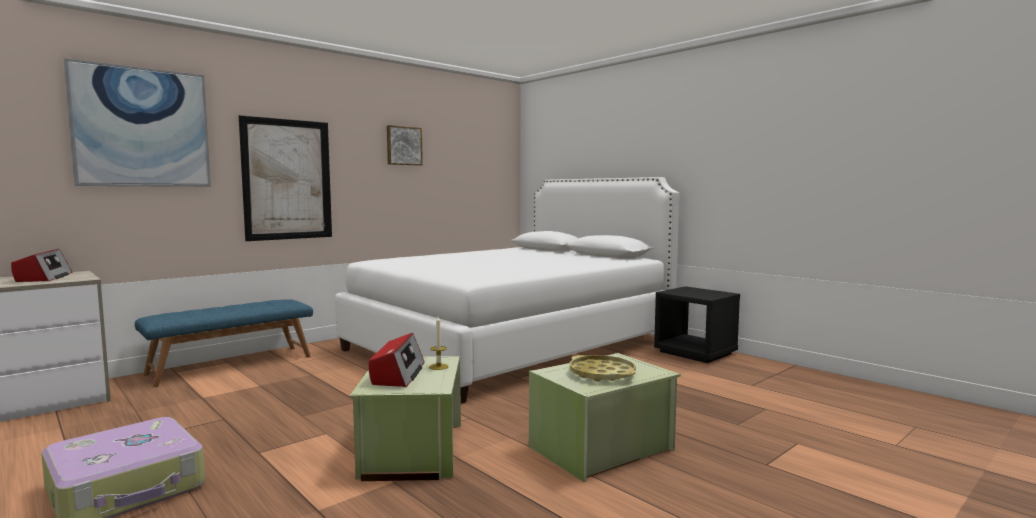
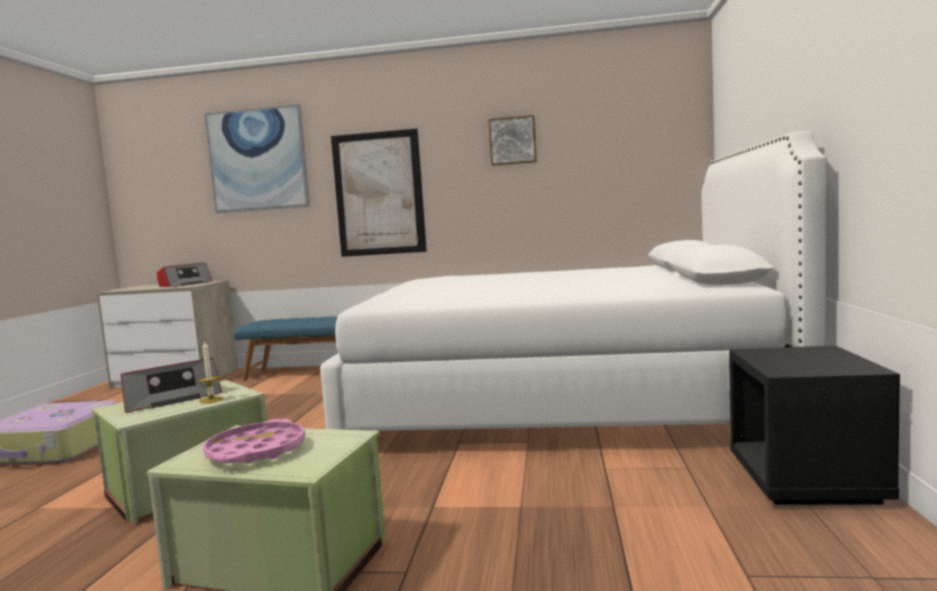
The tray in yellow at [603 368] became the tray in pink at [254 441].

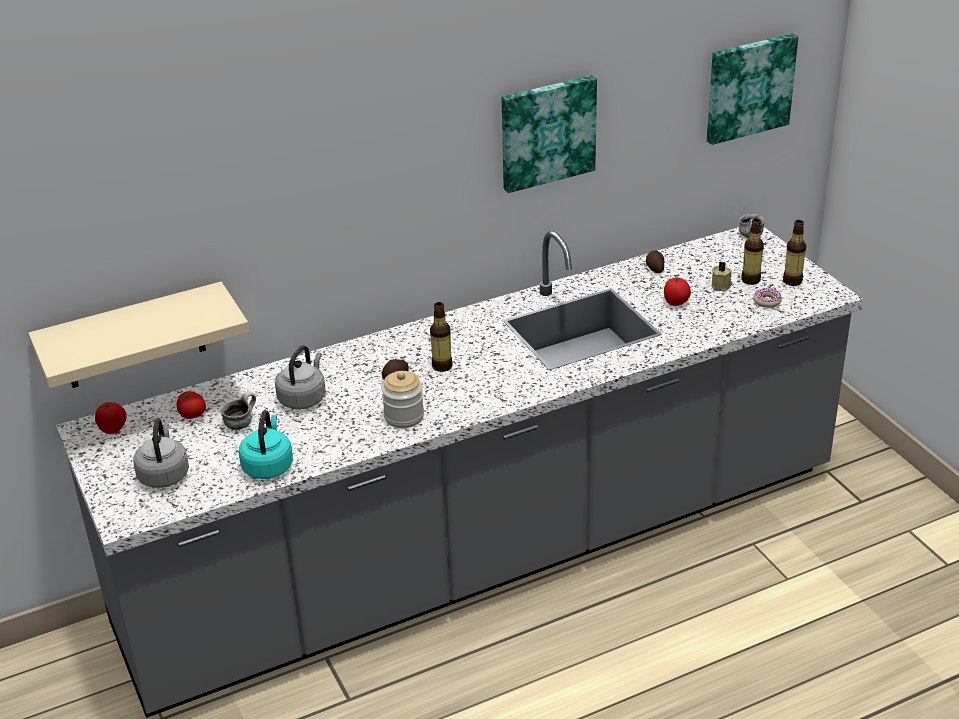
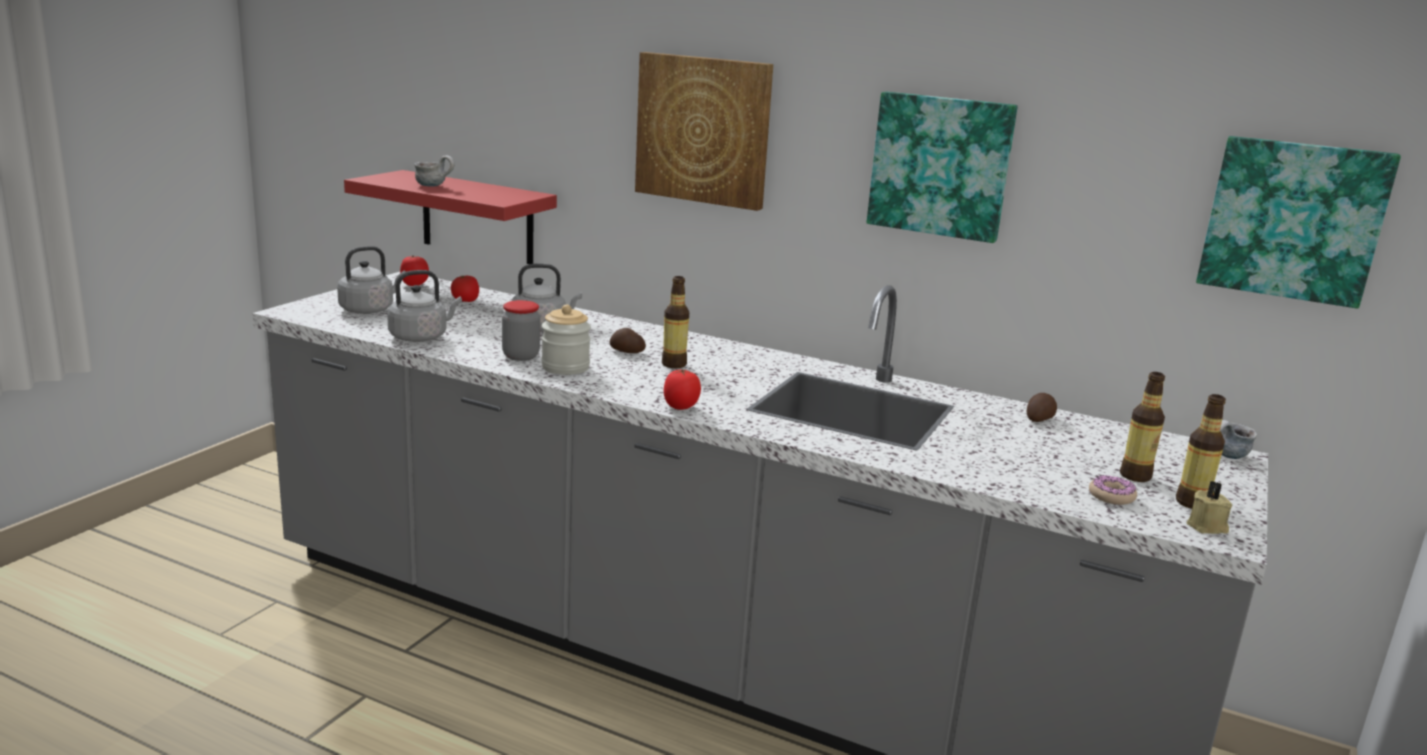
The shelf in beige at [139 335] became the shelf in red at [450 217]. The kettle in turquoise at [266 444] became the kettle in grey at [424 306]. The mug moved from [238 410] to [434 171]. The jar at [521 330] appeared. The picture at [704 131] appeared. The tomato moved from [677 292] to [682 390]. The candle in beige moved from [722 277] to [1209 507].

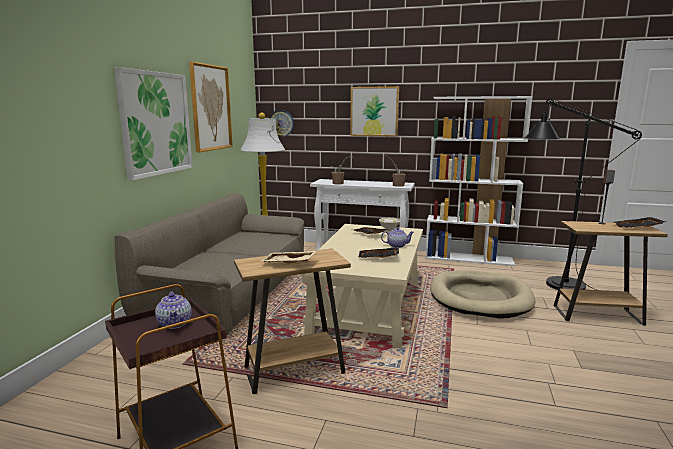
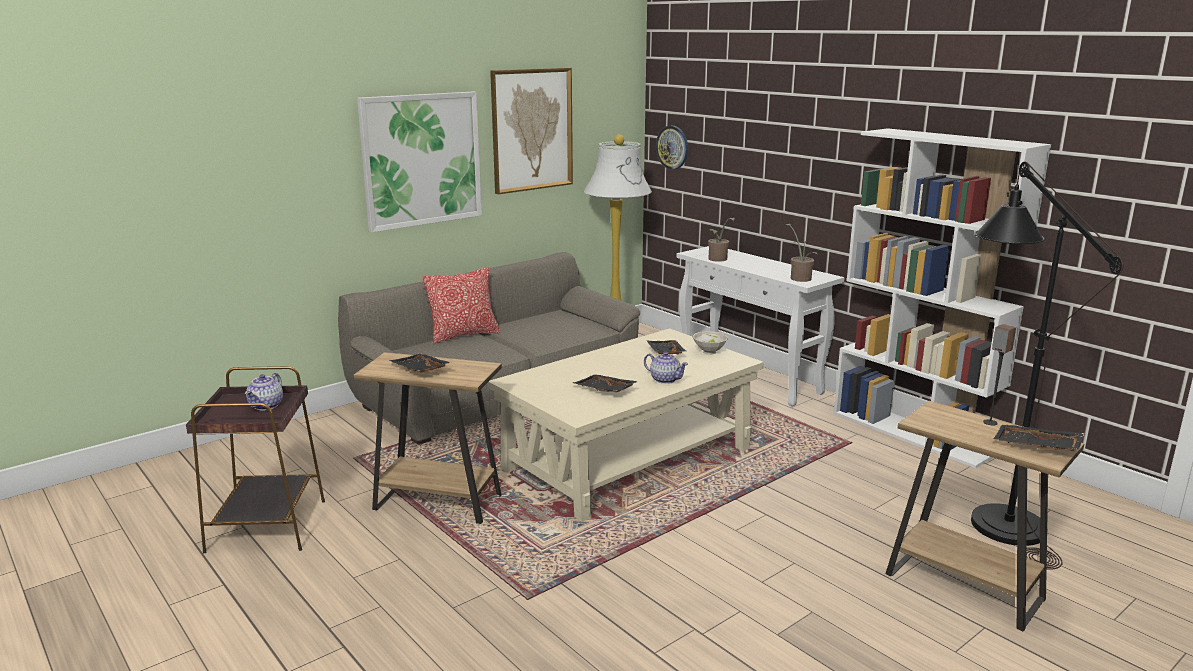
The tray in beige at [289 257] became the tray in black at [420 363]. The pillow at [461 305] appeared. The picture at [374 111] disappeared. The dog bed in beige at [482 295] disappeared.

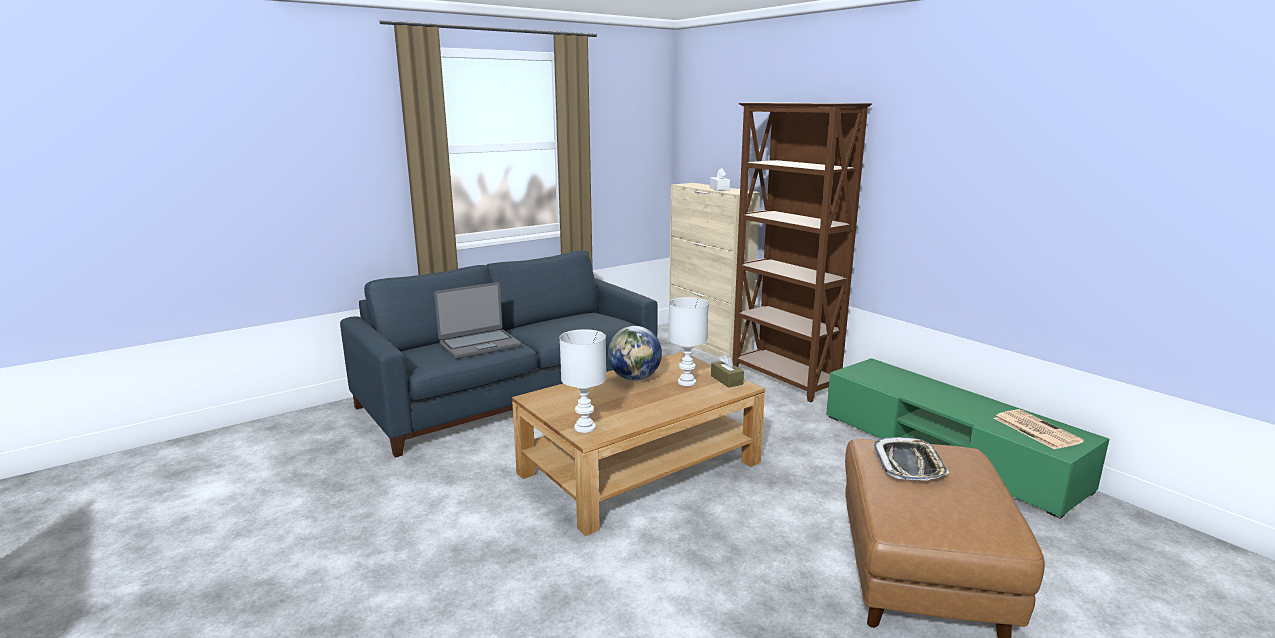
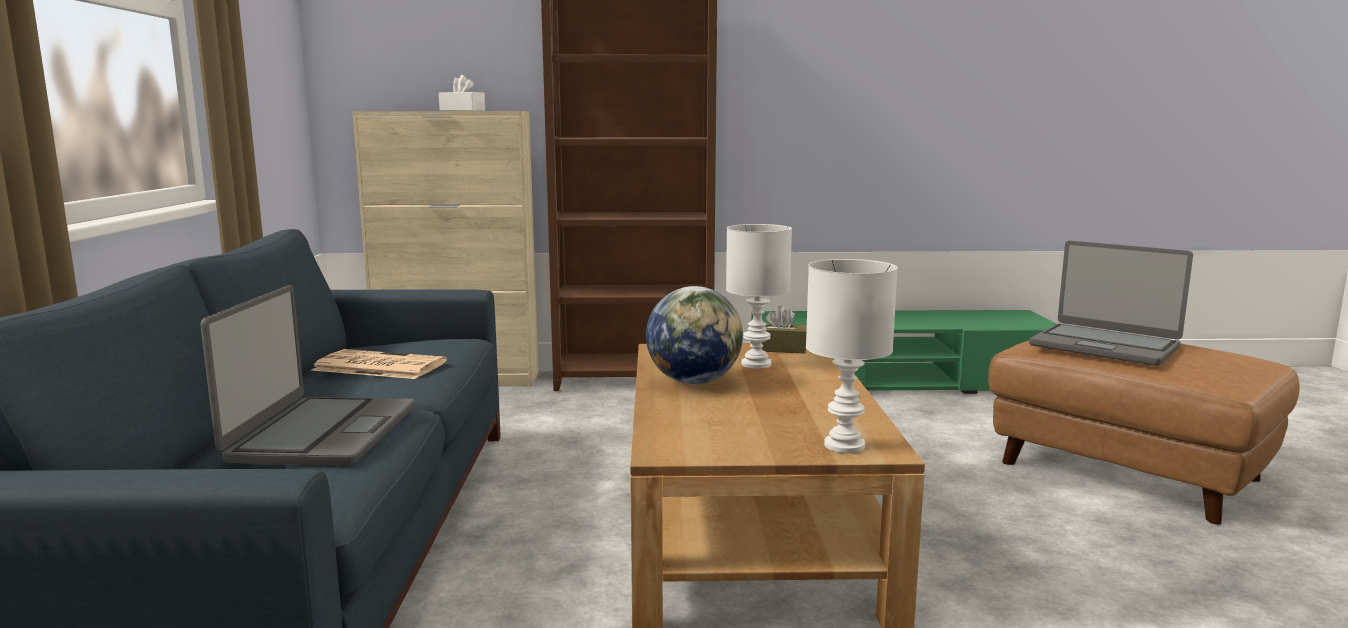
The newspaper moved from [1039 429] to [379 364]. The tray at [912 459] was replaced by the laptop at [1111 303].

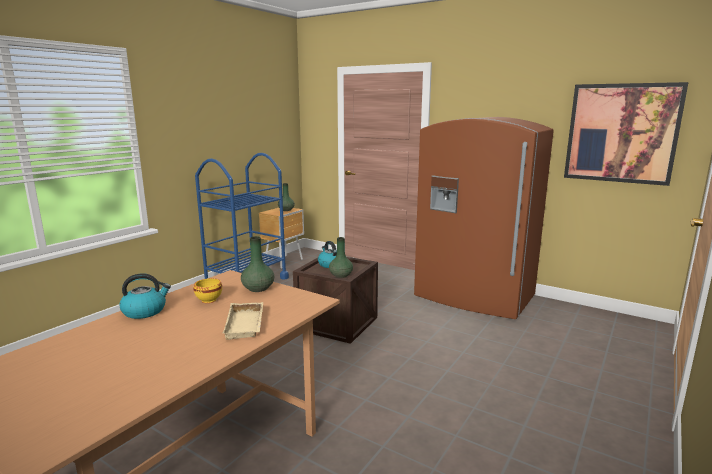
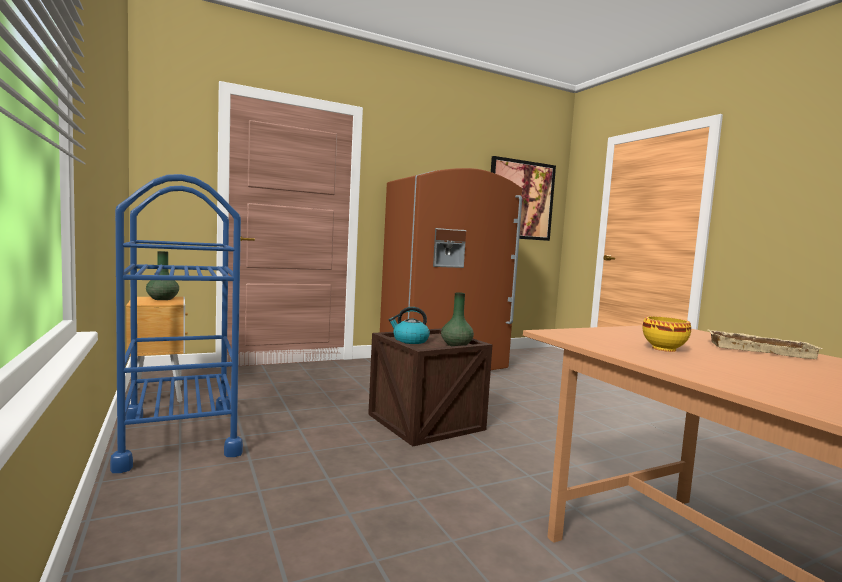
The kettle at [145 296] disappeared. The vase in green at [257 264] disappeared.

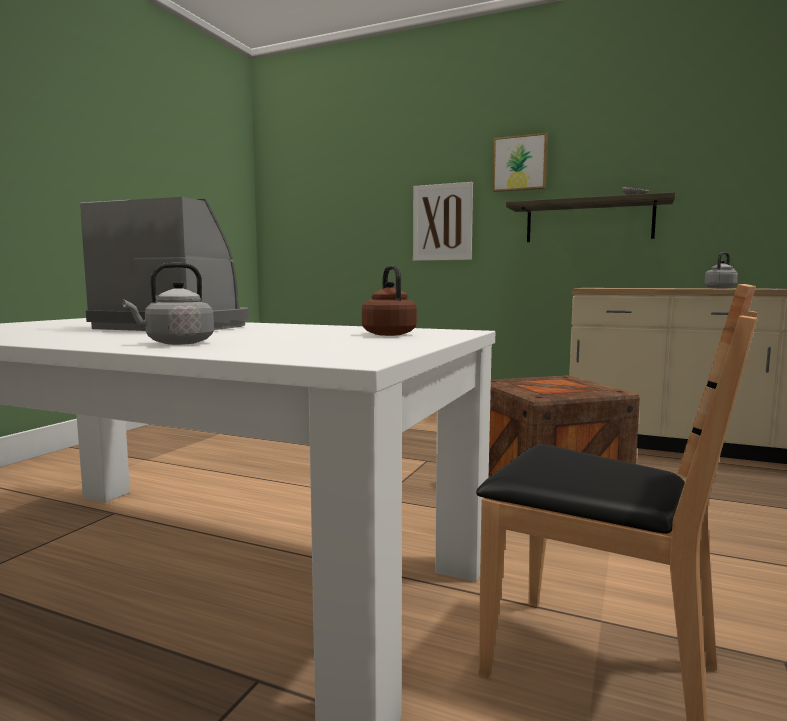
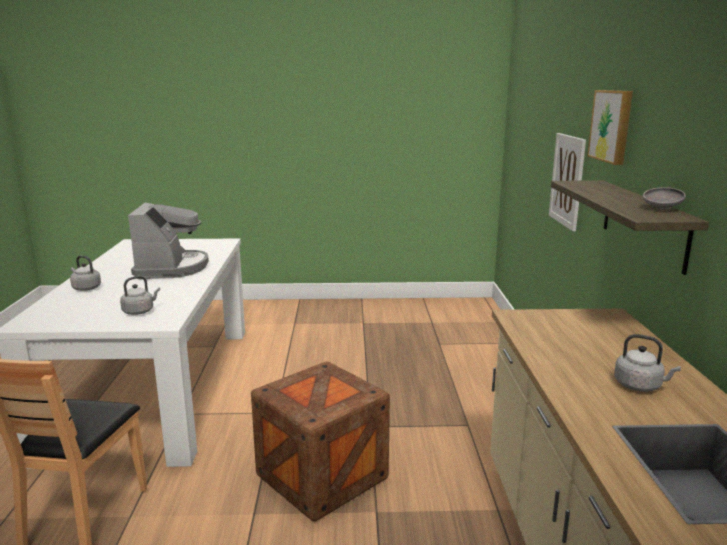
The kettle in brown at [389 300] became the kettle in grey at [140 295].

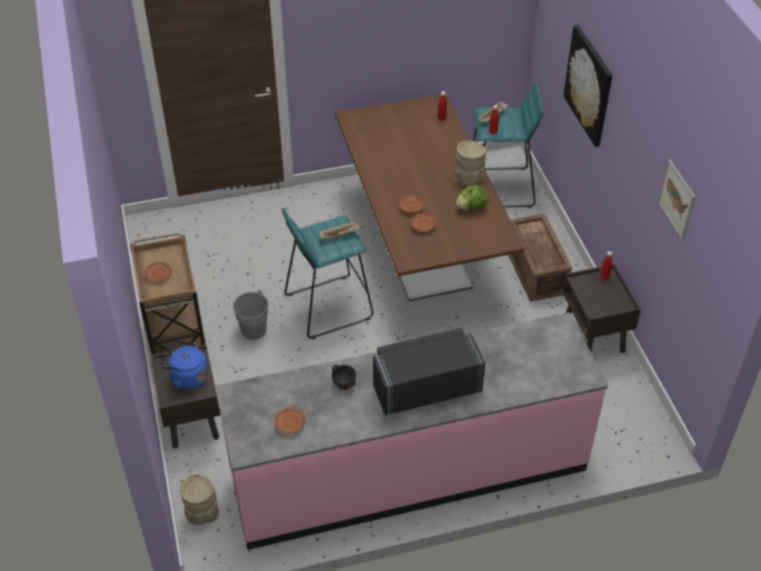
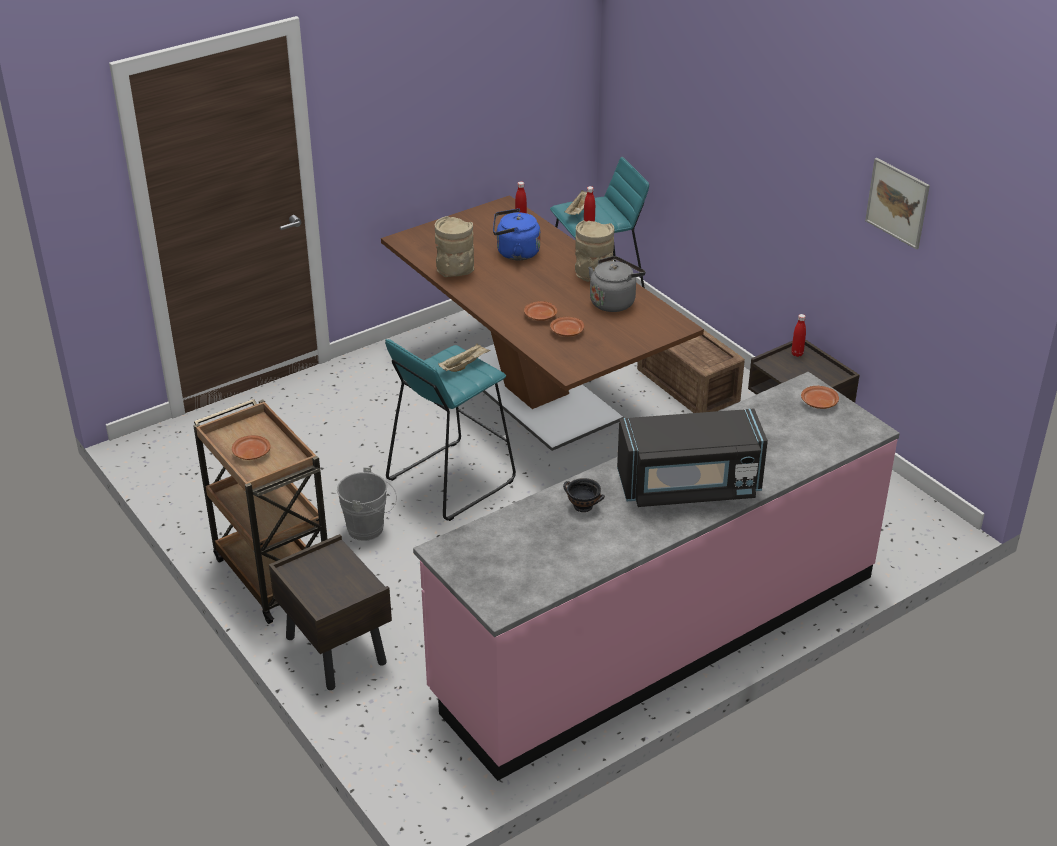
The vase in beige moved from [199 499] to [454 246]. The kettle in blue moved from [184 365] to [516 234]. The lettuce at [472 198] was replaced by the kettle in grey at [617 284]. The microwave in black at [429 372] turned 150 degrees counterclockwise. The plate in brown moved from [290 420] to [820 397]. The picture at [587 86] disappeared.

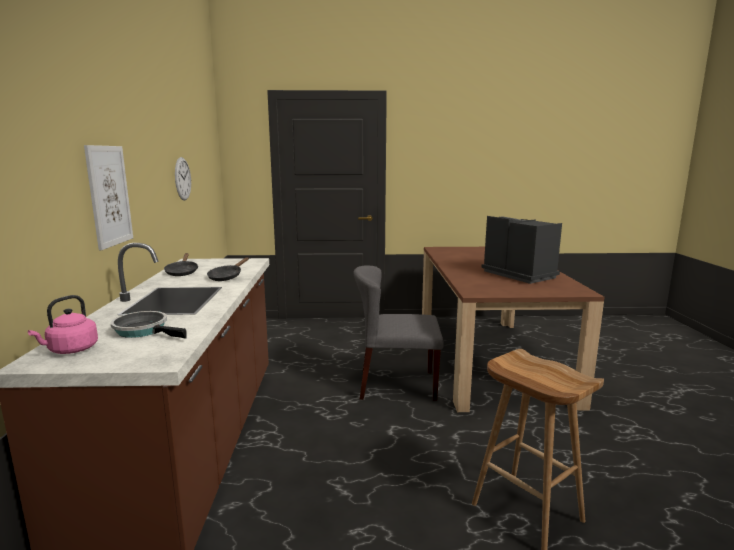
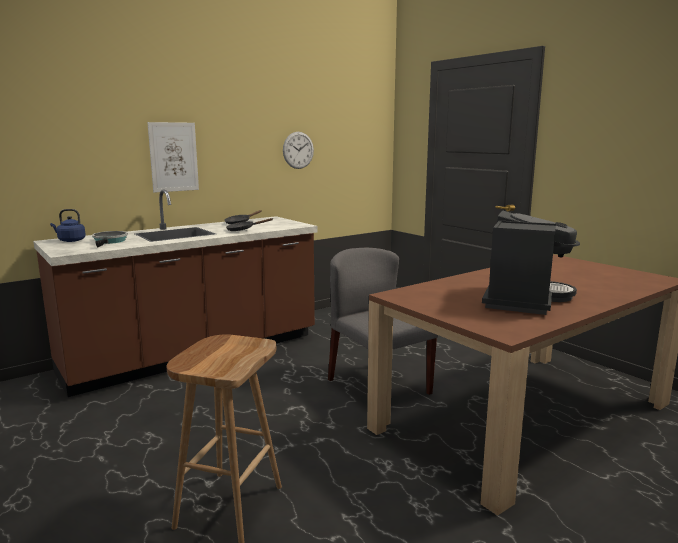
The kettle in pink at [63 324] became the kettle in blue at [68 225].

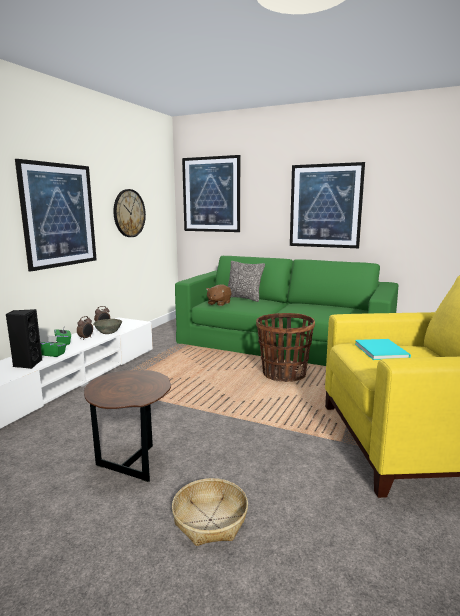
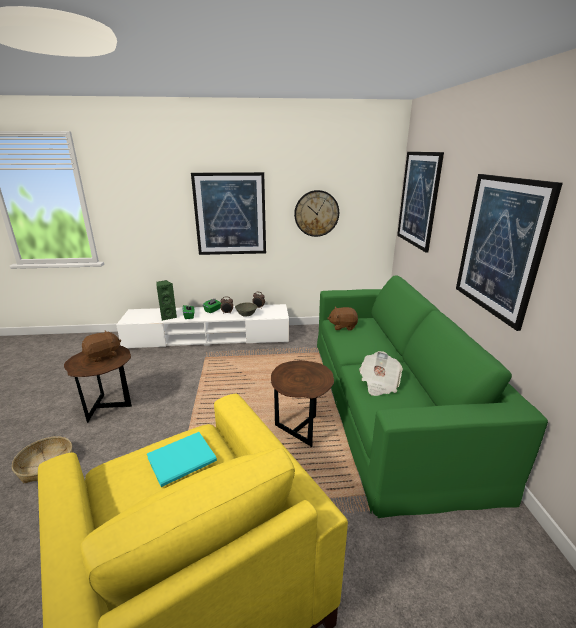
The plush toy in brown at [101 346] appeared. The speaker in black at [24 339] became the speaker in green at [166 300]. The basket at [285 347] was replaced by the side table in brown at [302 403]. The newspaper at [381 373] appeared. The pillow at [246 281] disappeared.

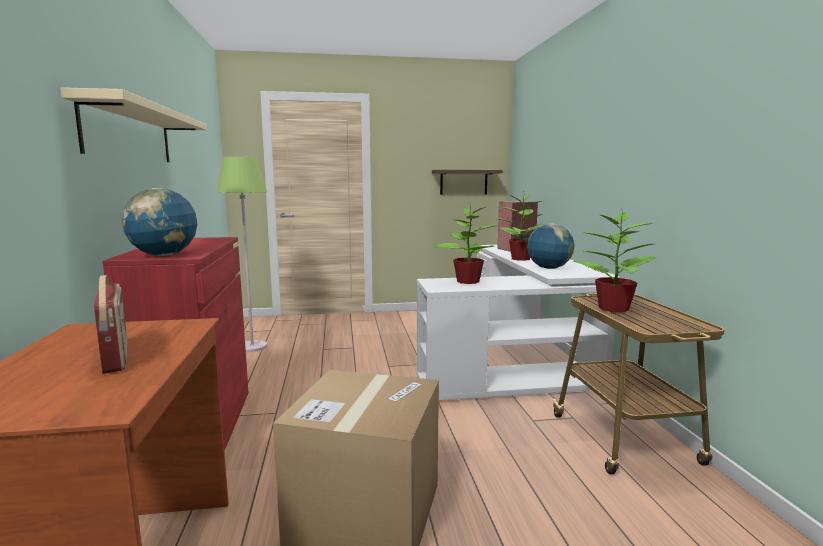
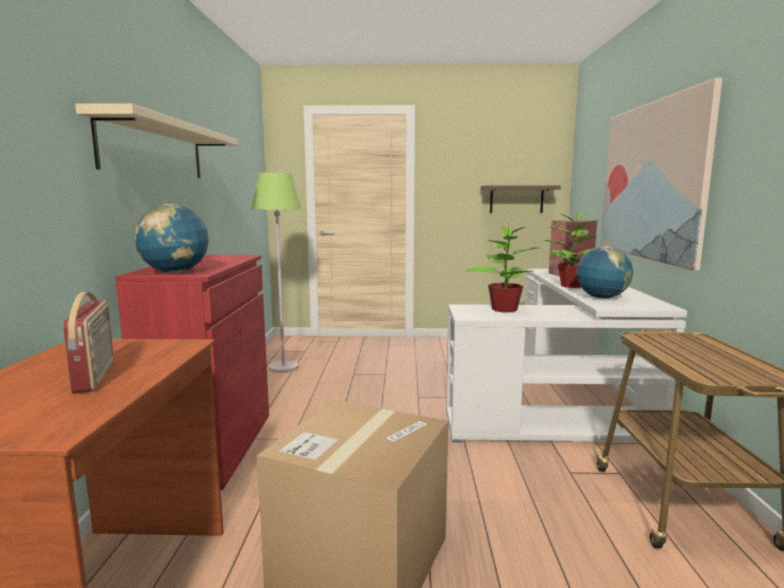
The picture at [661 174] appeared. The potted plant at [615 260] disappeared.

